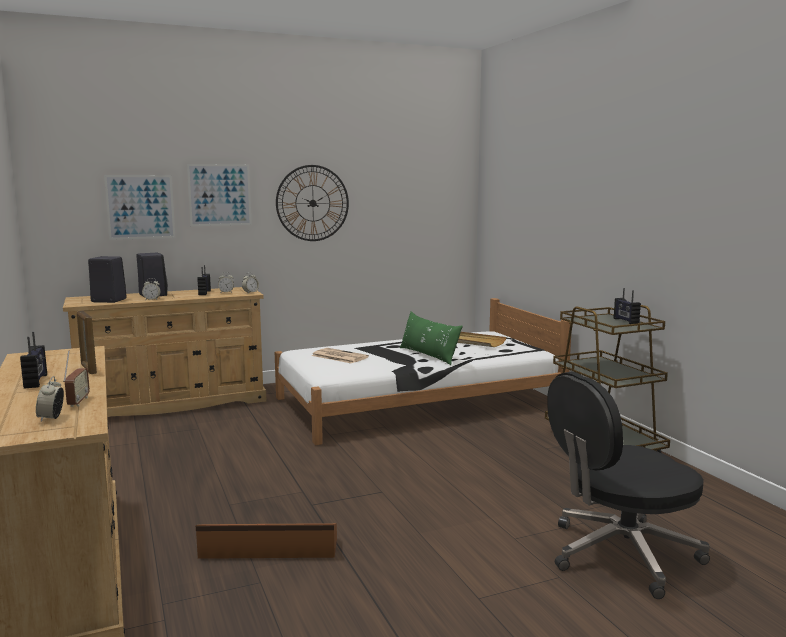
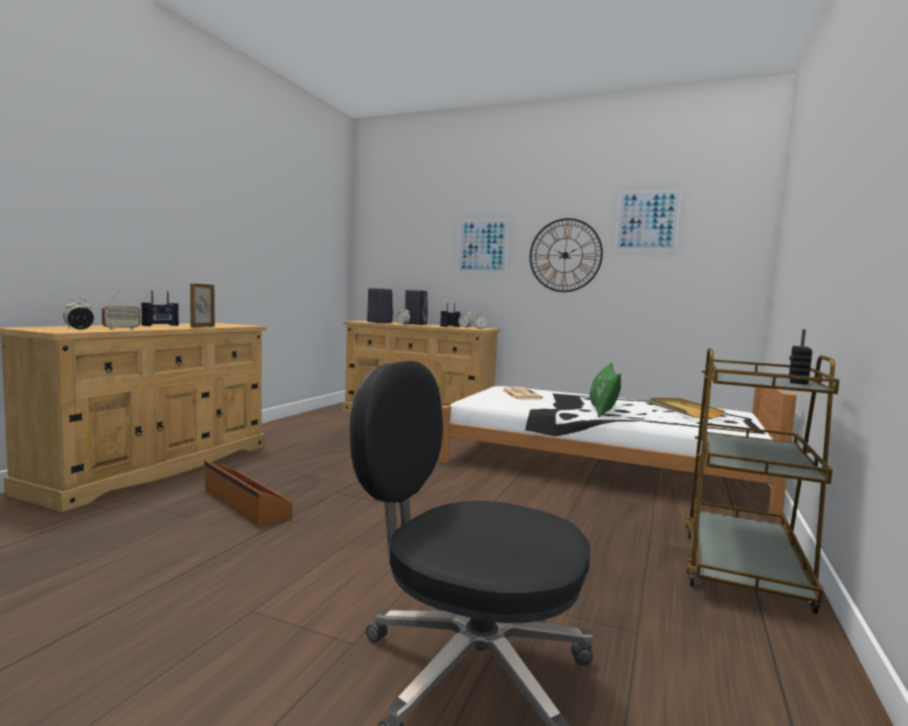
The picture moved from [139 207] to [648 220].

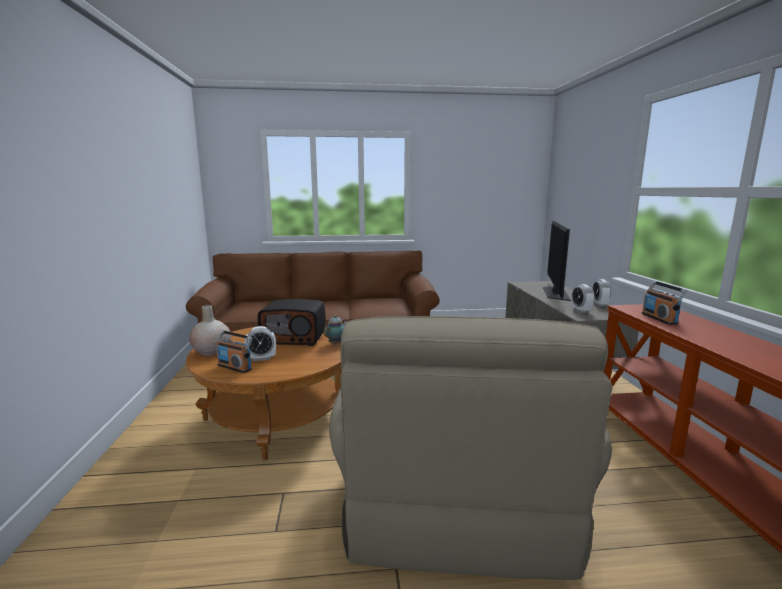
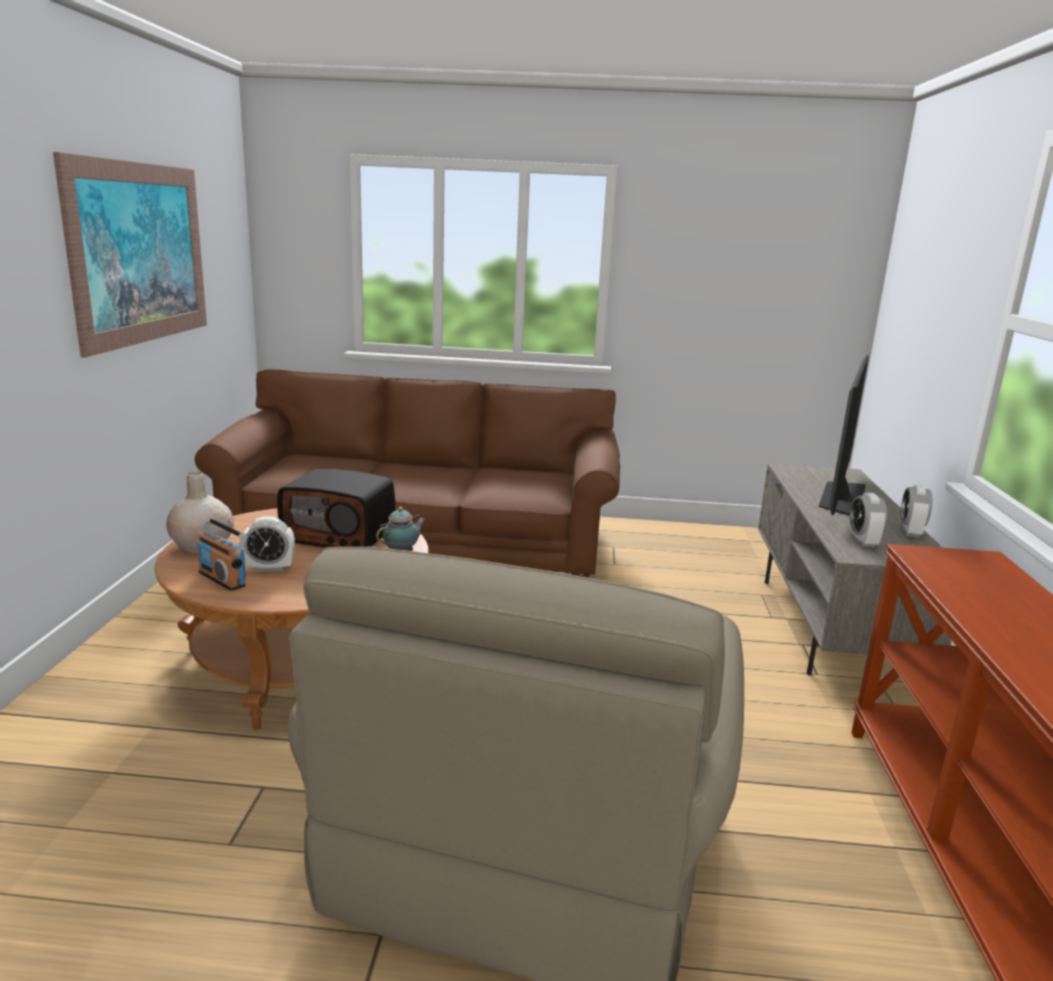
The picture at [130 255] appeared. The radio at [664 303] disappeared.

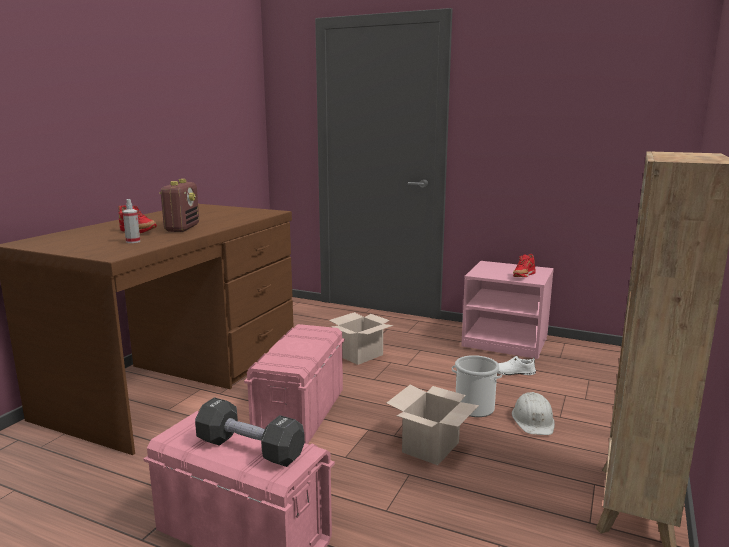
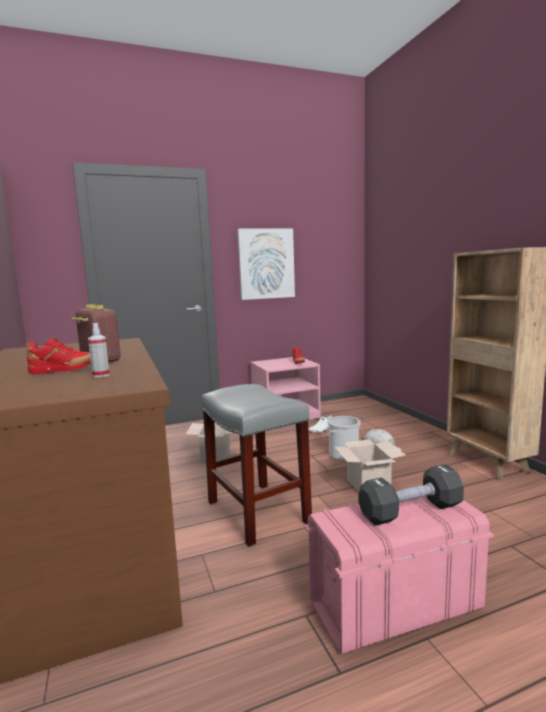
The storage box in pink at [294 384] was replaced by the stool in grey at [256 465]. The picture at [266 264] appeared.

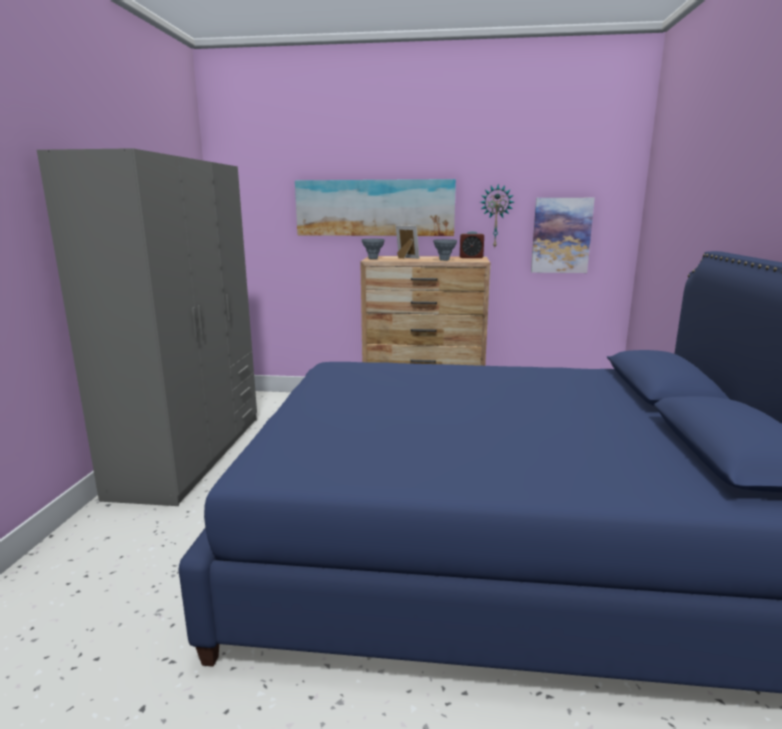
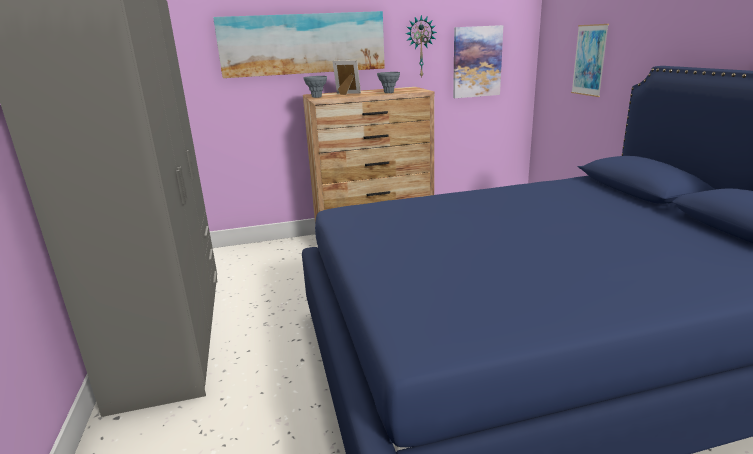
The picture at [590 60] appeared. The alarm clock at [472 244] disappeared.

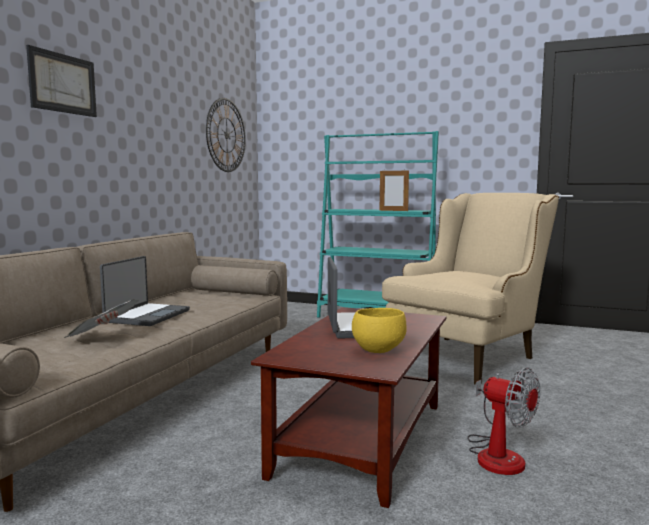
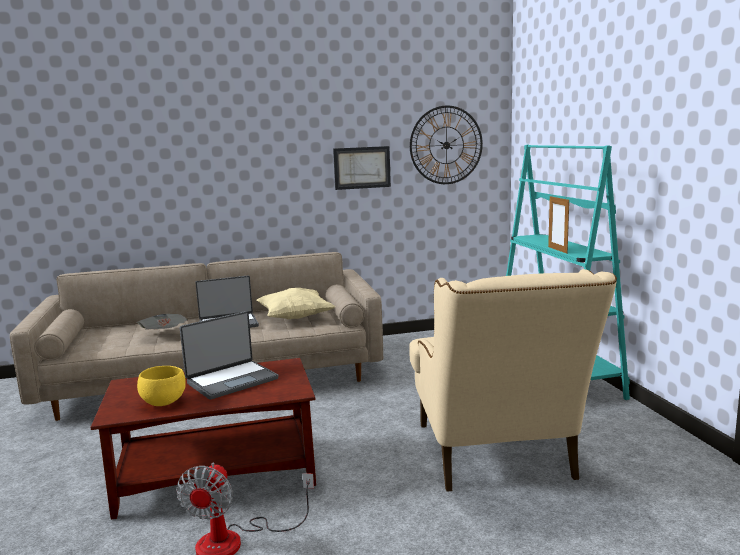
The pillow in beige at [296 303] appeared. The picture moved from [61 81] to [362 168]. The armchair in beige at [470 289] turned 75 degrees clockwise.

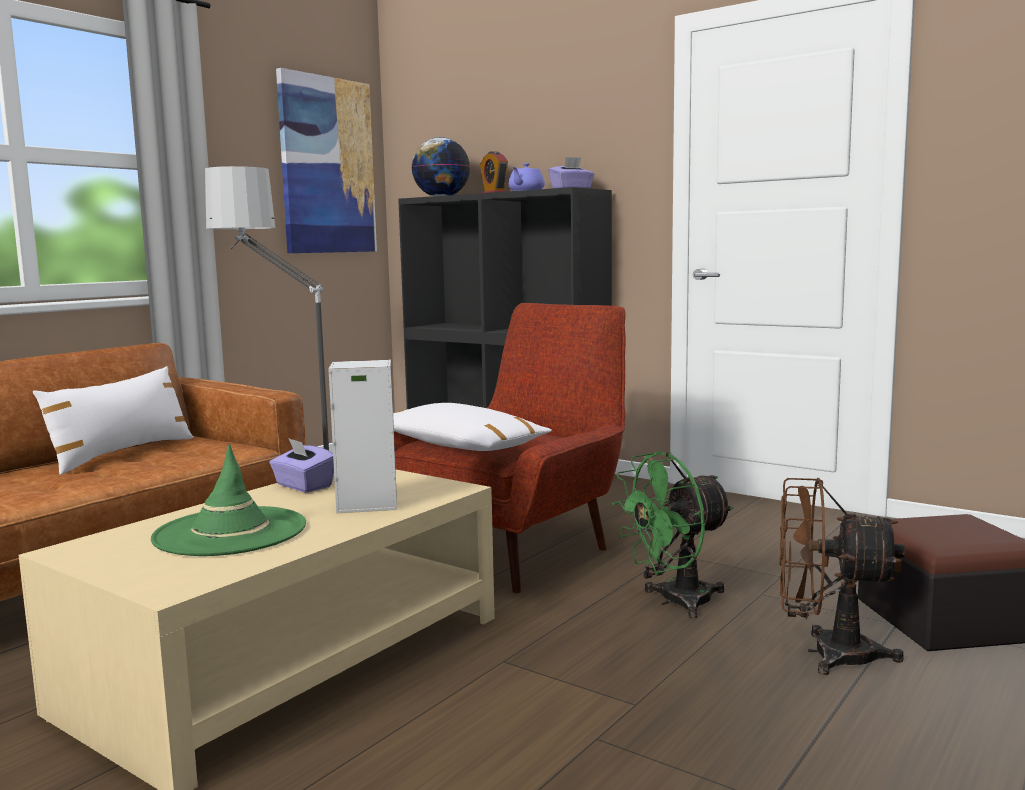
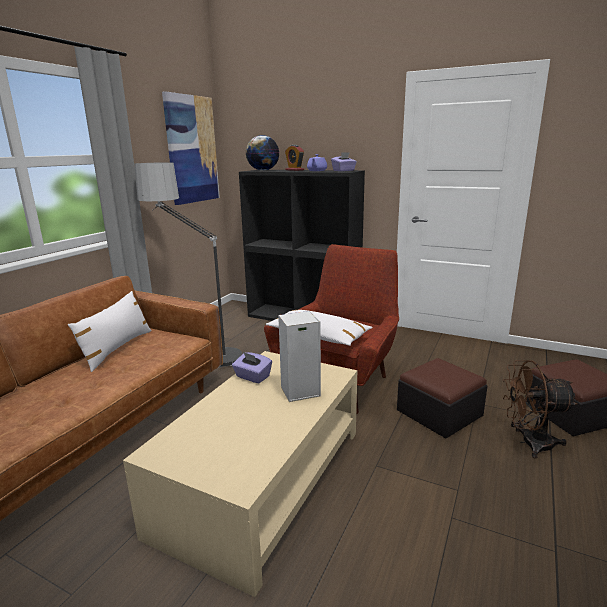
The fan in green at [673 534] was replaced by the ottoman at [442 398]. The hat in green at [228 500] disappeared.

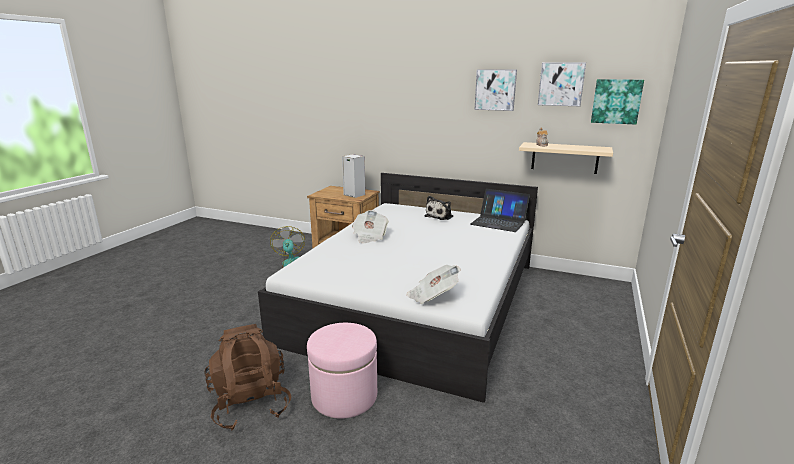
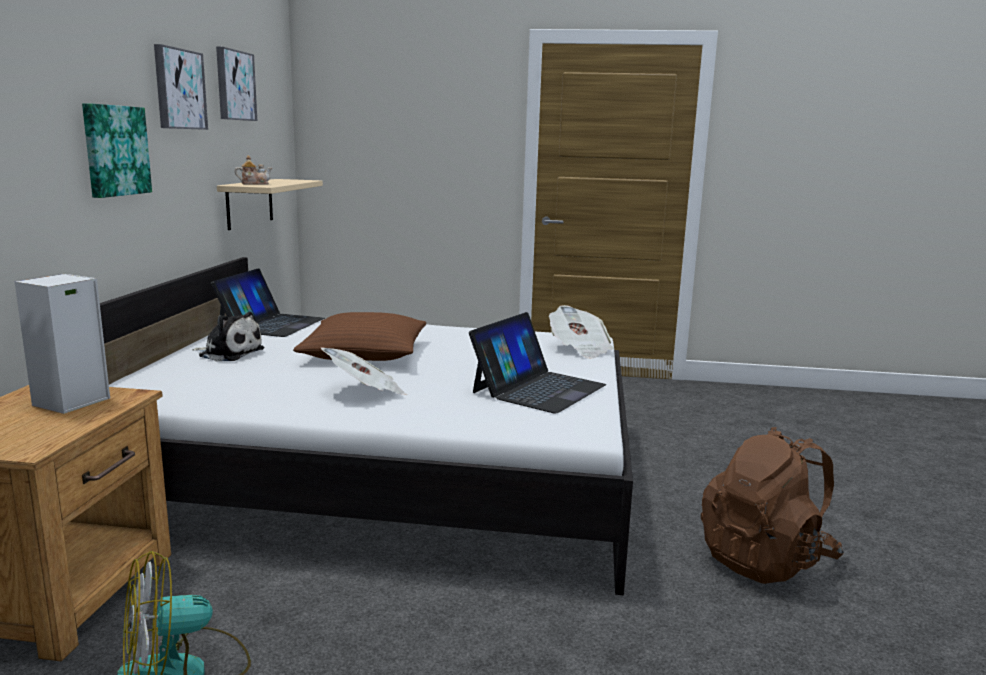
The picture moved from [617 102] to [117 150]. The pillow in brown at [359 336] appeared. The laptop at [537 363] appeared. The ottoman in pink at [342 371] disappeared.

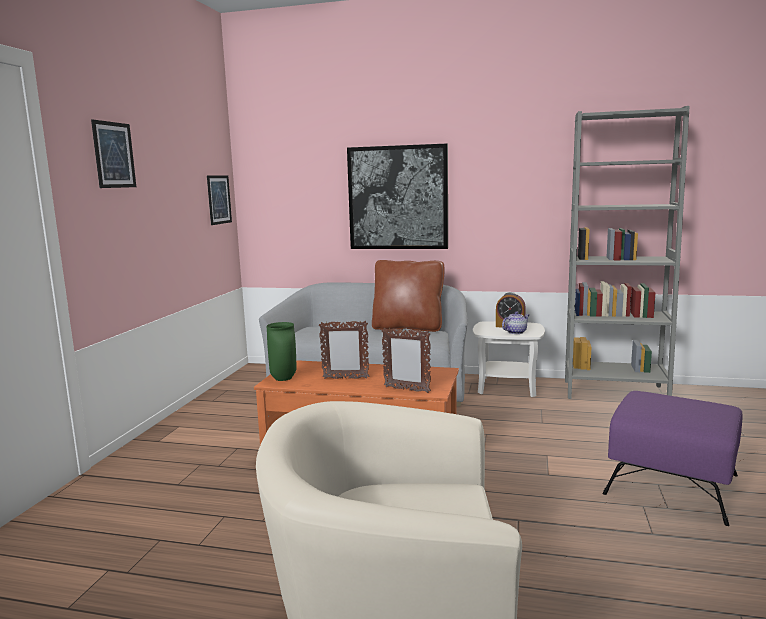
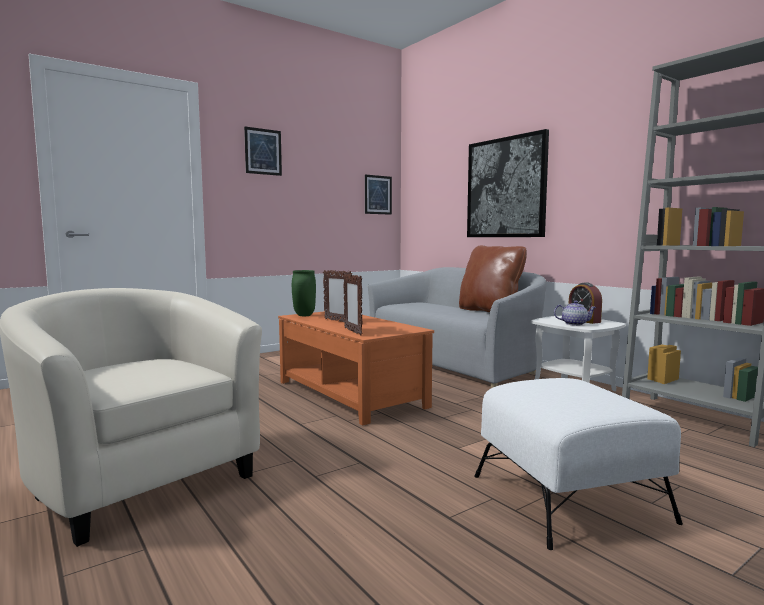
The ottoman in purple at [672 458] became the ottoman in white at [578 464].

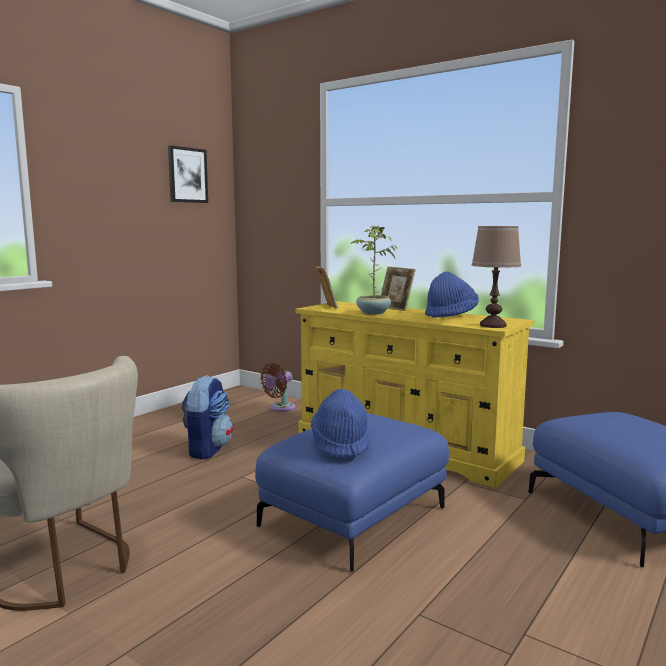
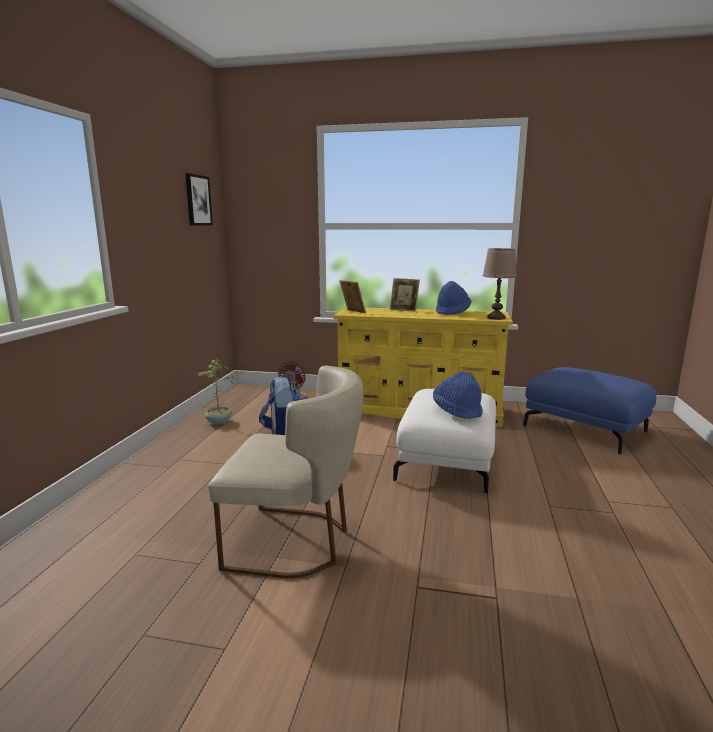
The potted plant moved from [374 270] to [216 391]. The ottoman in blue at [352 492] became the ottoman in white at [444 441].

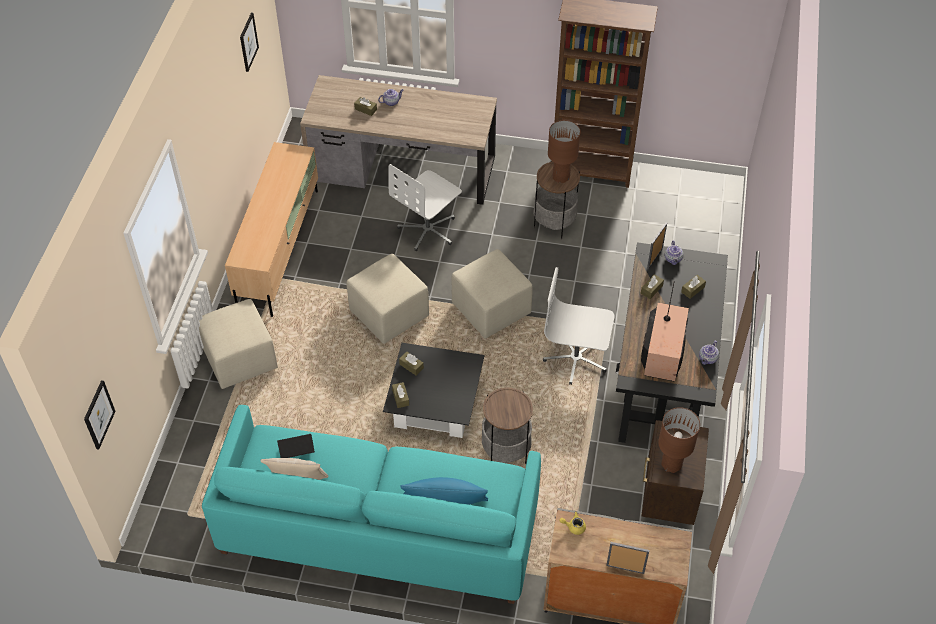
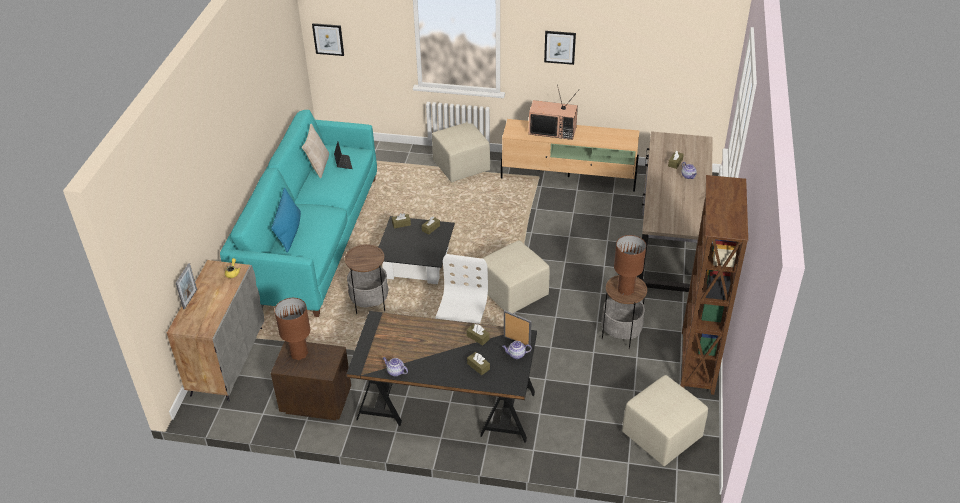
The television moved from [665 332] to [554 112]. The picture moved from [249 42] to [560 48]. The ottoman in beige moved from [388 299] to [665 420]. The office chair in white at [425 207] disappeared.

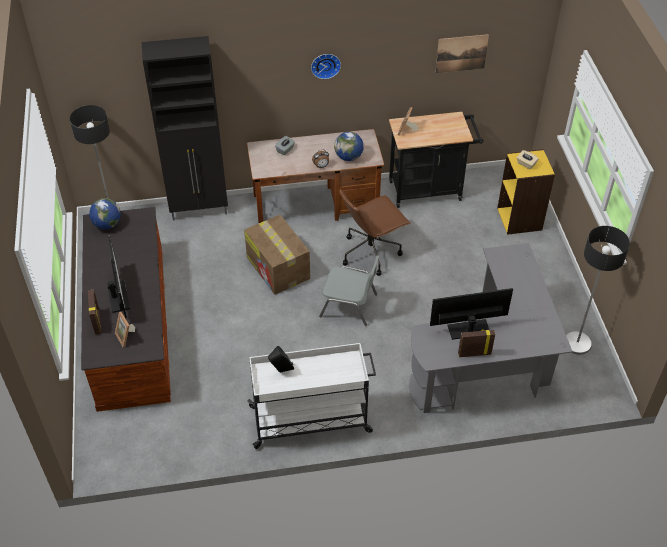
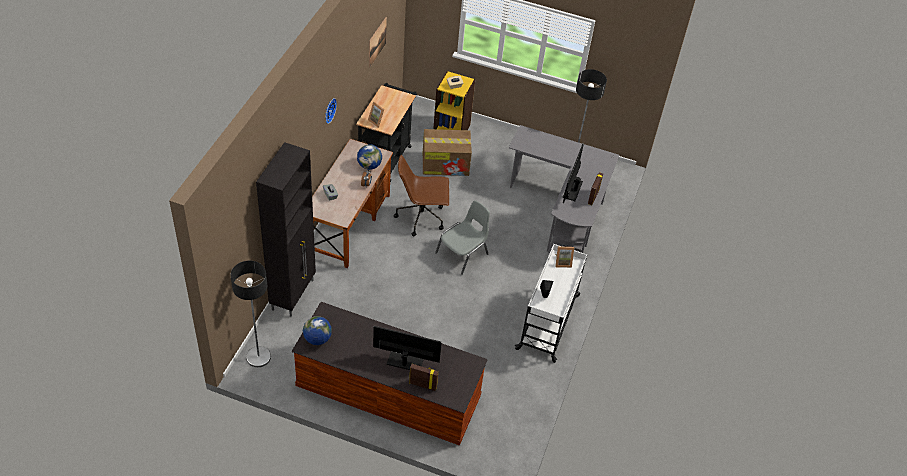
The office chair in brown at [374 233] turned 90 degrees clockwise. The cardboard box moved from [277 255] to [447 152]. The picture frame moved from [125 329] to [564 257].

